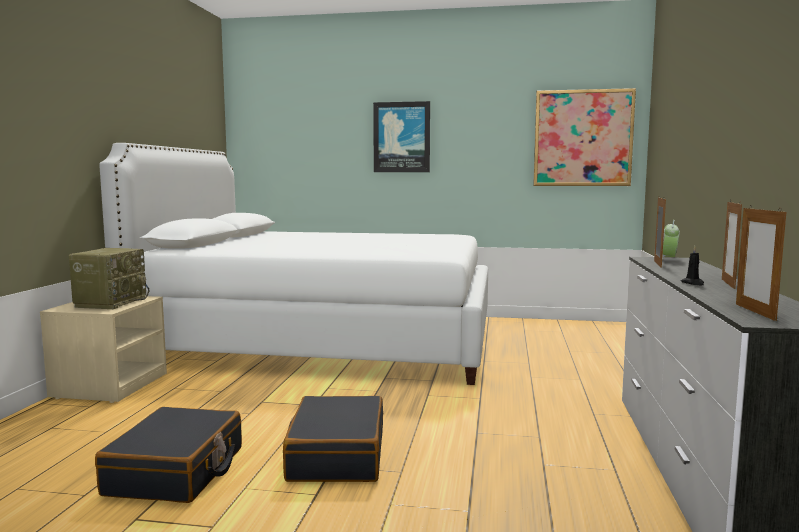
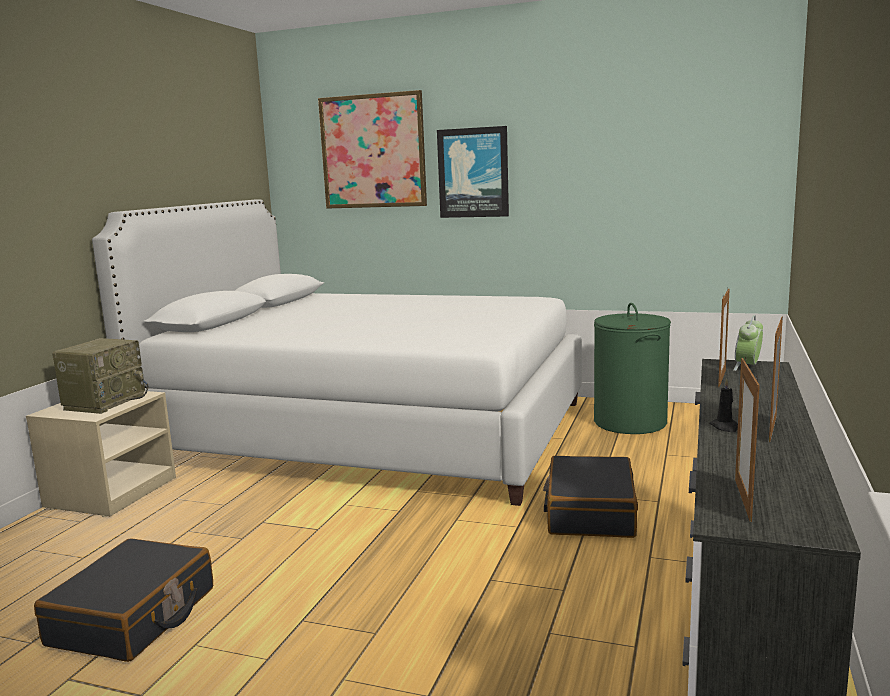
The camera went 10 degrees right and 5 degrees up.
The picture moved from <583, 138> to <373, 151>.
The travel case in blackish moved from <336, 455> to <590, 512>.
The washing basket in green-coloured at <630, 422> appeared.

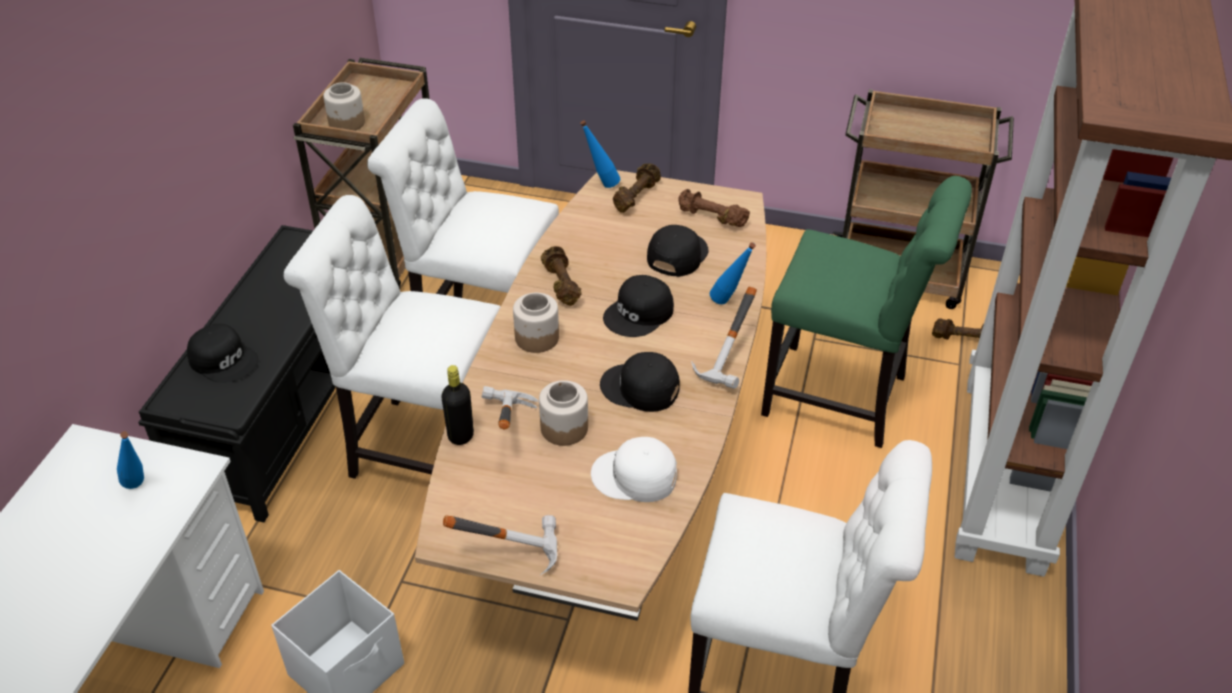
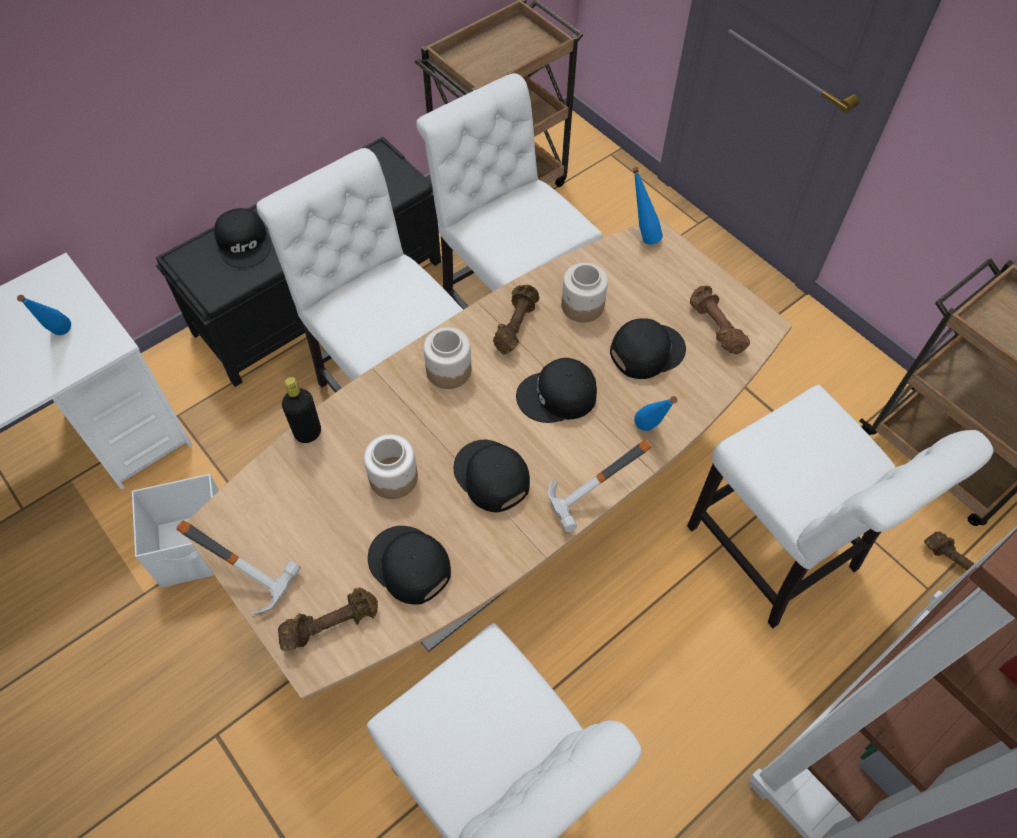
The camera went 35 degrees right and 15 degrees up.
The jar moved from <347, 123> to <582, 306>.
The free weight in brown moved from <635, 196> to <330, 624>.
The chair in green-coloured at <842, 398> became the chair in white-coloured at <778, 555>.
The tool hammer at <500, 429> disappeared.
The peaked cap in white-coloured at <635, 477> became the peaked cap in blackish at <408, 566>.

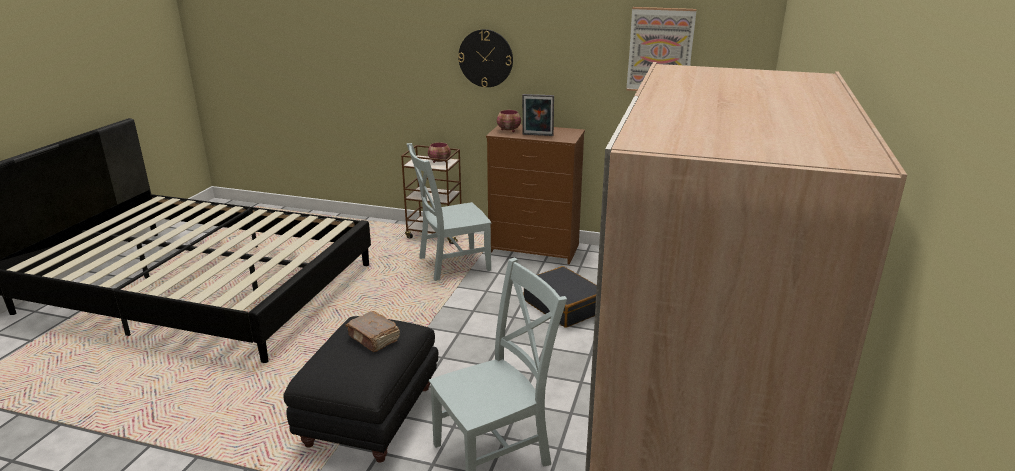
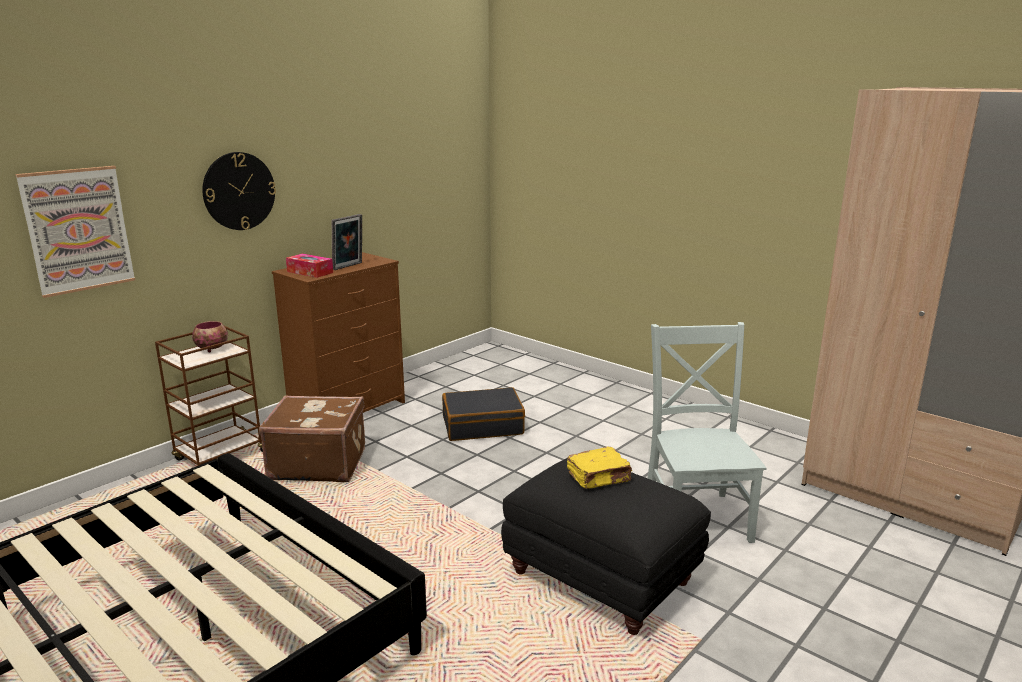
The camera went 65 degrees left and 5 degrees down.
The picture moved from <660, 50> to <78, 230>.
The bowl at <509, 130> was replaced by the box of tissues at <310, 272>.
The chair in gray at <451, 264> was replaced by the travel case in brown at <318, 463>.
The volume in brown at <374, 339> became the volume in yellow-coloured at <599, 478>.

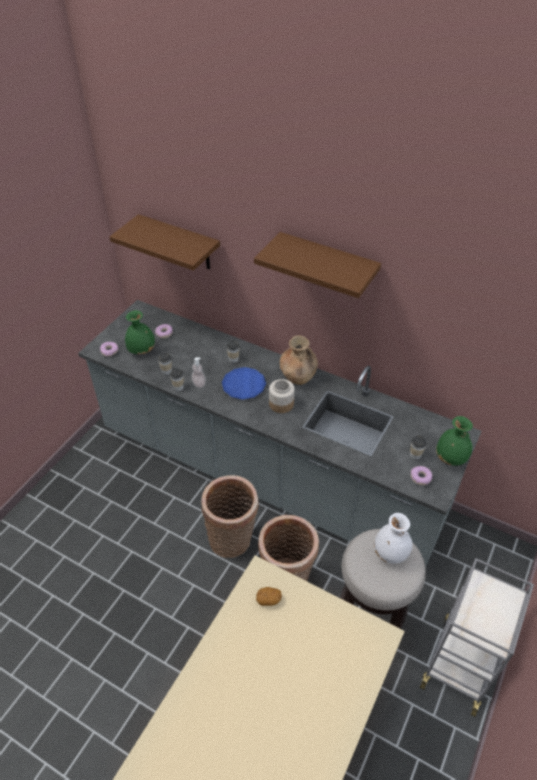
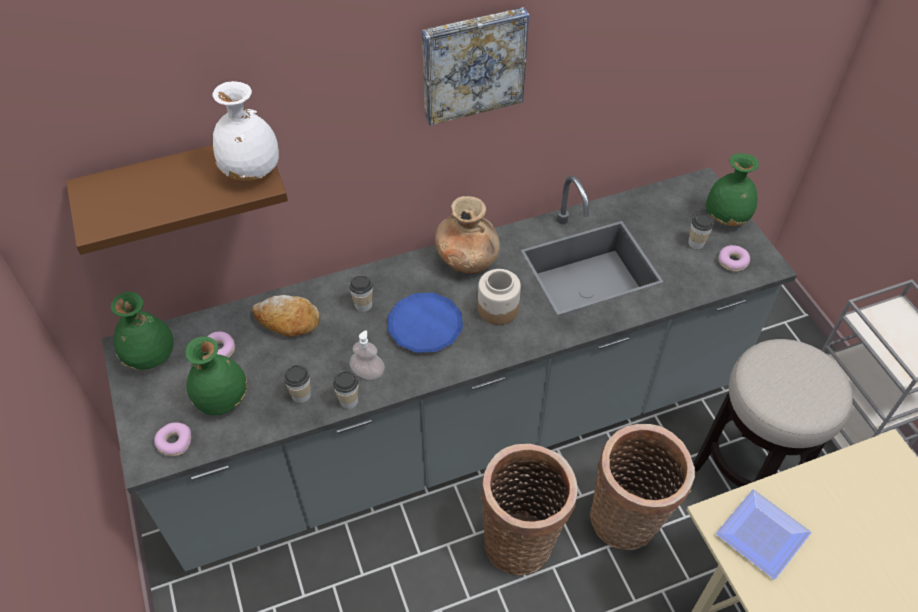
The camera went 50 degrees left and 5 degrees up.
The shelf in brown at <327, 264> was replaced by the picture at <472, 64>.
The decorative vase in white-coloured moved from <391, 553> to <252, 172>.
The potato at <269, 599> was replaced by the dinner plate at <765, 535>.
The decorative vase in green-coloured at <151, 357> appeared.
The bakery bread at <287, 321> appeared.

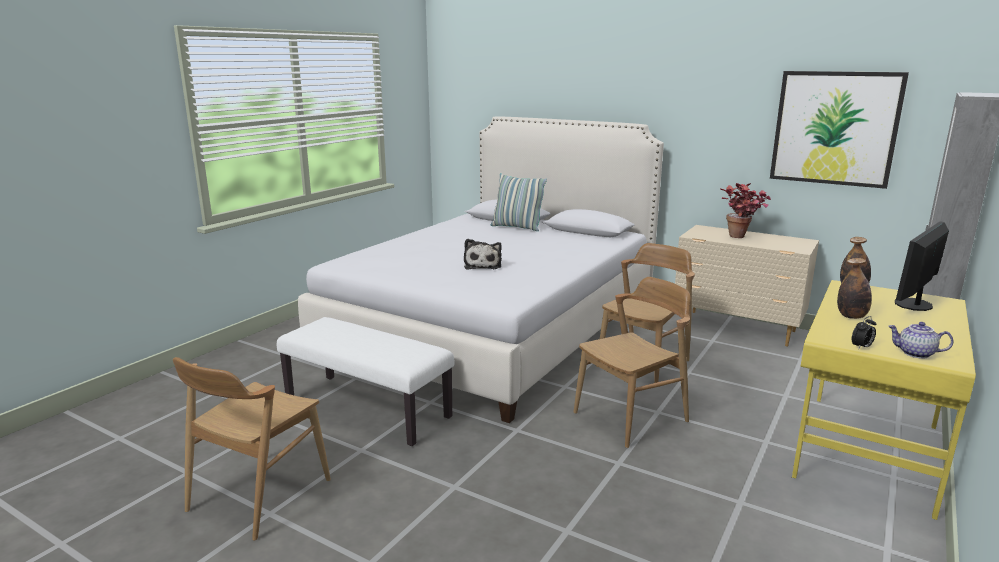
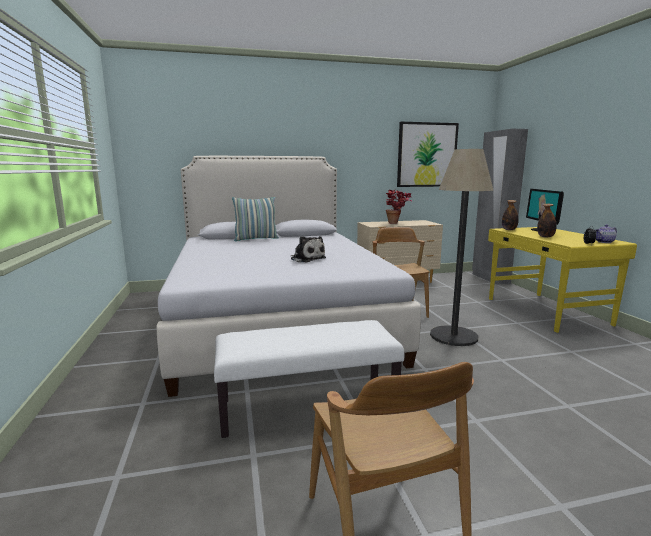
The camera went 45 degrees left and 5 degrees down.
The chair in brown at <631, 417> was replaced by the standard lamp at <454, 336>.

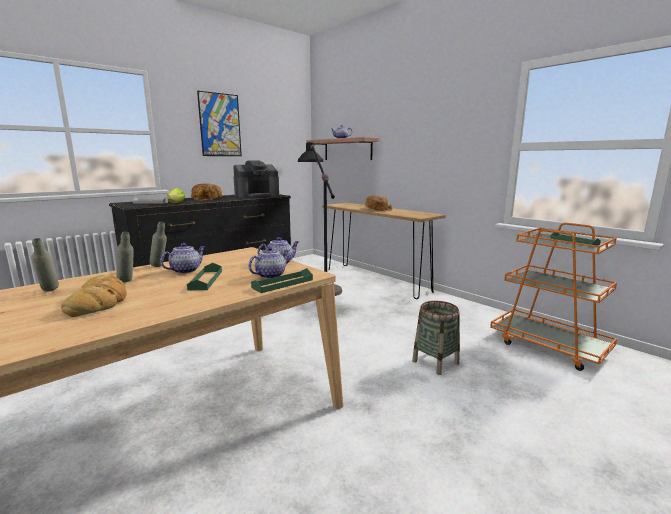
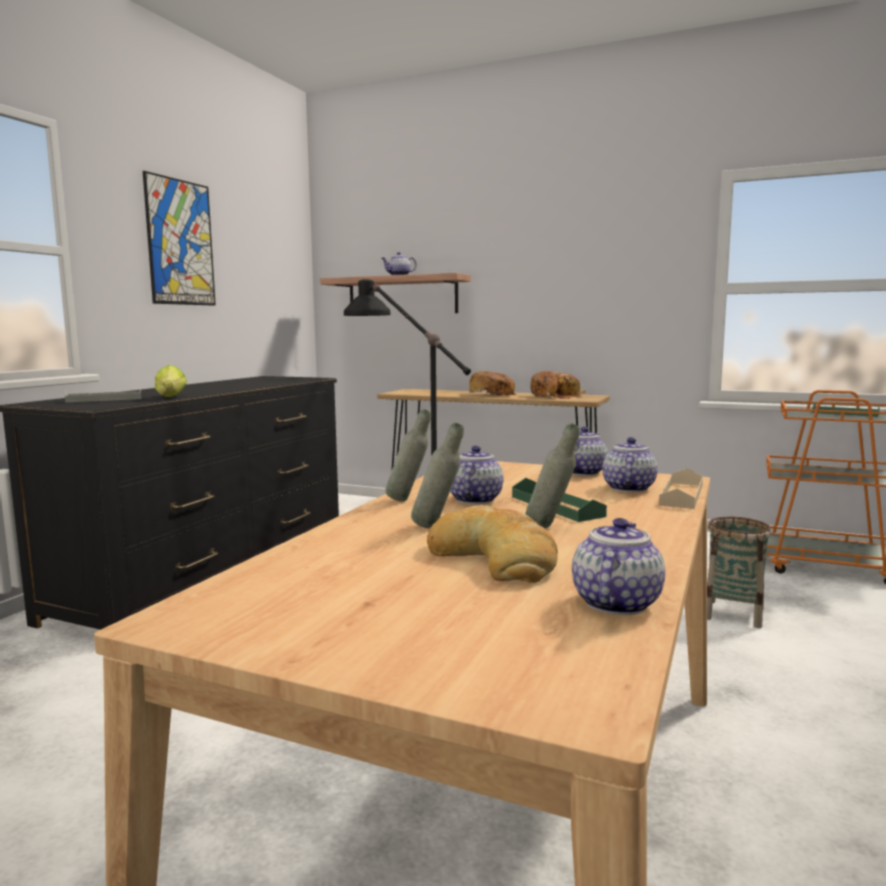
The camera went 25 degrees left and 5 degrees down.
The coffee machine at <257, 195> disappeared.
The bakery bread moved from <207, 199> to <556, 396>.
The drink bottle in gray moved from <49, 292> to <551, 528>.
The serving tray in green-coloured at <283, 284> became the serving tray in sand-coloured at <681, 495>.
The teapot at <615, 602> appeared.

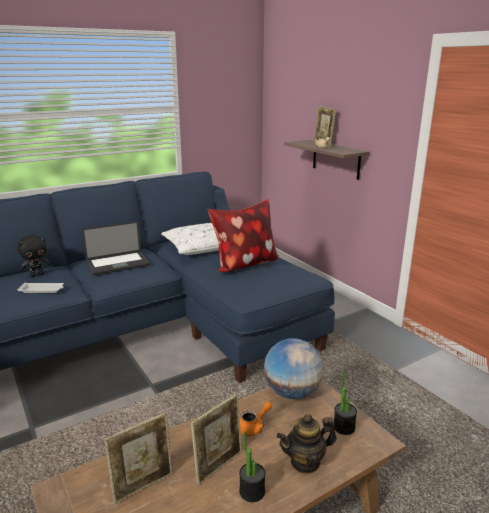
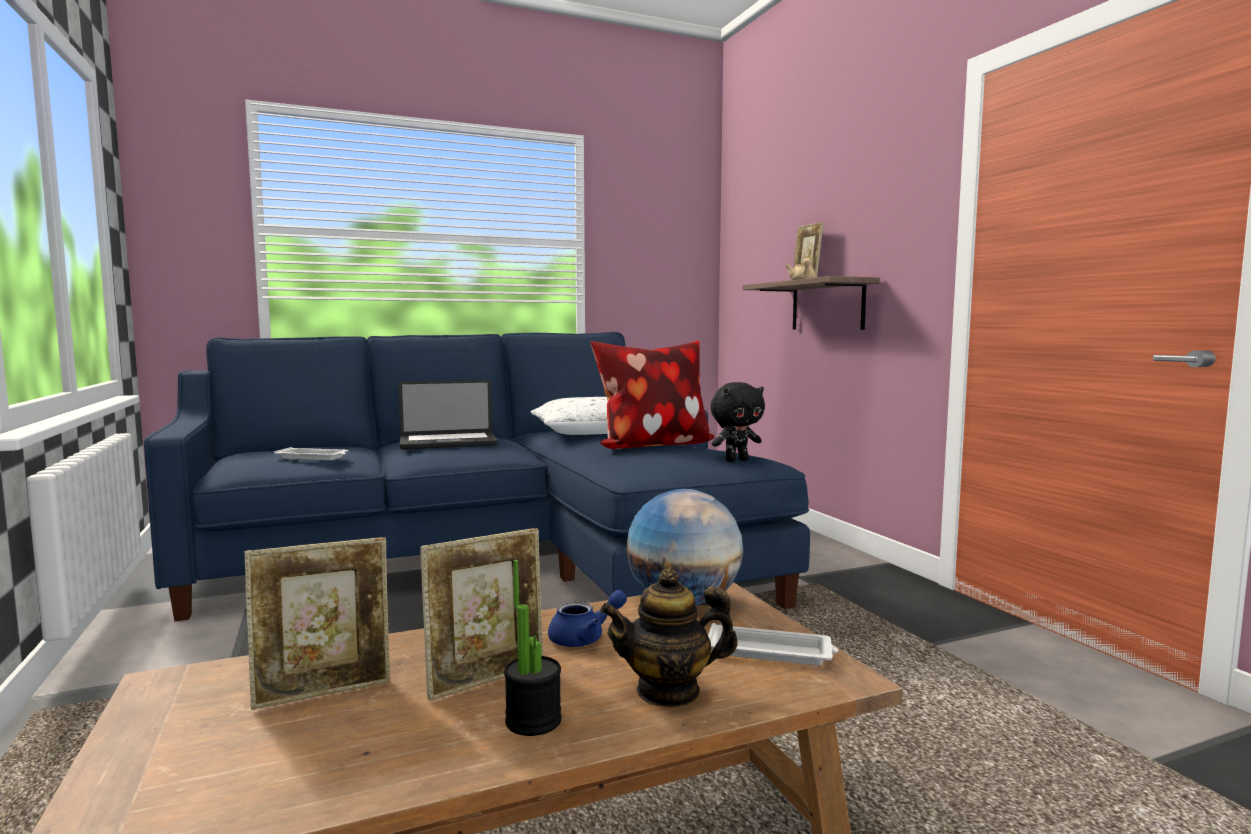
The camera went 10 degrees right and 15 degrees down.
The plush toy in blackish moved from <37, 275> to <736, 460>.
The potted plant at <344, 427> was replaced by the serving tray in white-coloured at <771, 652>.
The teapot in orange-coloured at <253, 427> became the teapot in bluish at <584, 638>.

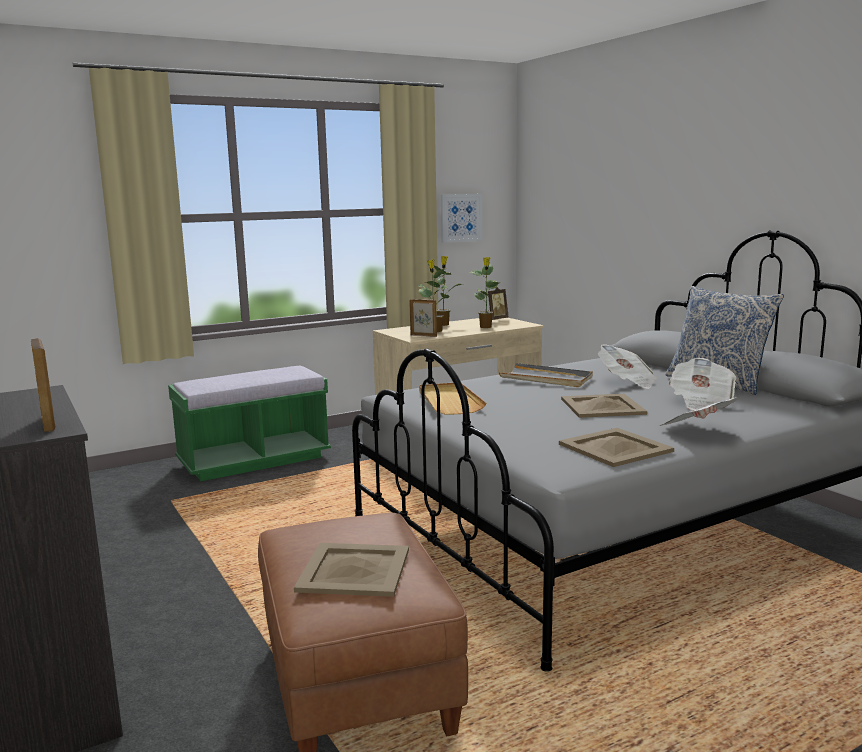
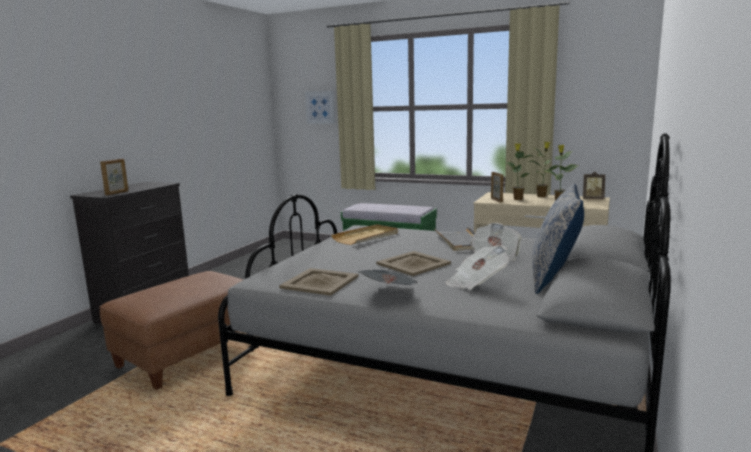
The camera went 55 degrees right and 0 degrees up.
The picture moved from <460, 218> to <320, 107>.
The serving tray in sand-coloured at <353, 570> disappeared.

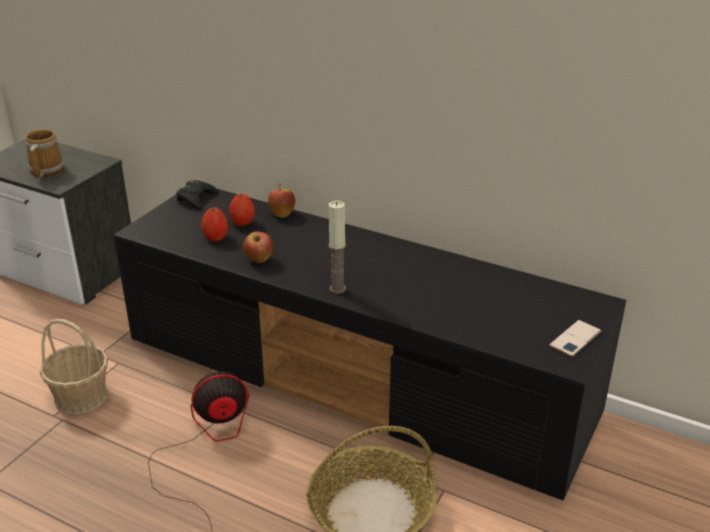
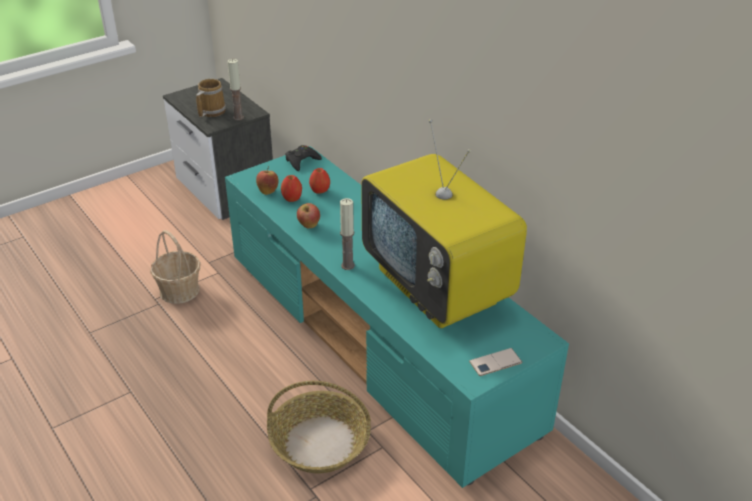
The camera went 25 degrees right and 5 degrees up.
The apple fruit moved from <282, 213> to <268, 191>.
The tv stand in blackish at <358, 380> became the tv stand in blue-green at <378, 340>.
The fan at <206, 445> disappeared.
The wax candle at <238, 117> appeared.
The TV at <439, 287> appeared.

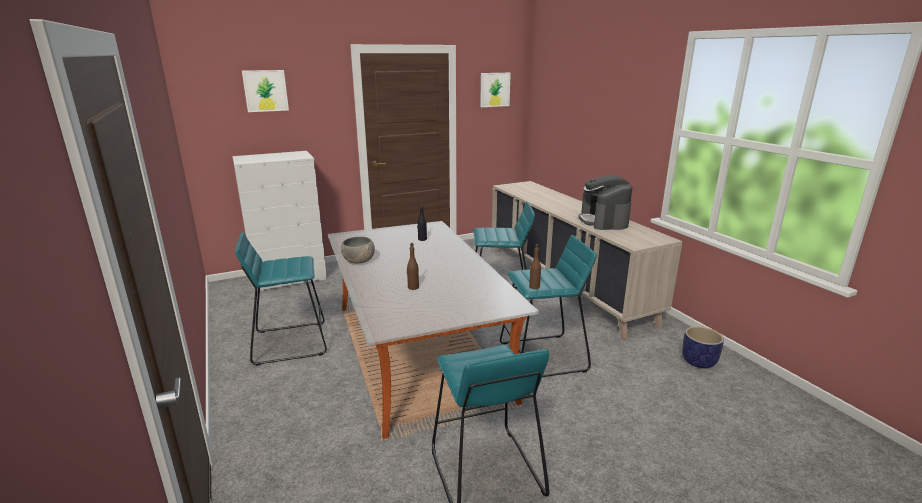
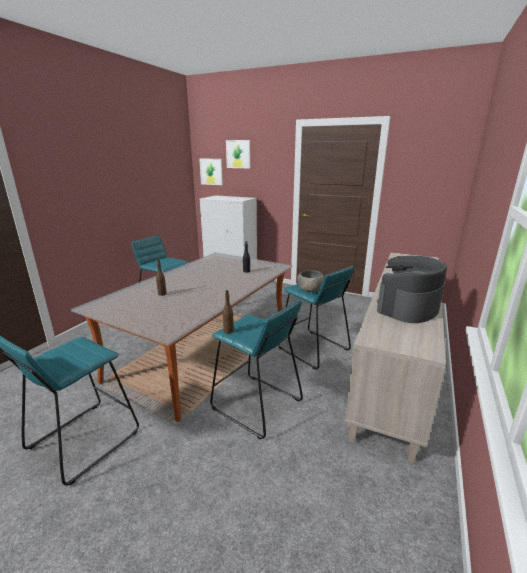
The camera went 50 degrees right and 0 degrees up.
The picture moved from <494, 89> to <211, 171>.
The bowl in gray moved from <359, 260> to <310, 289>.
The flower pot at <699, 362> disappeared.

